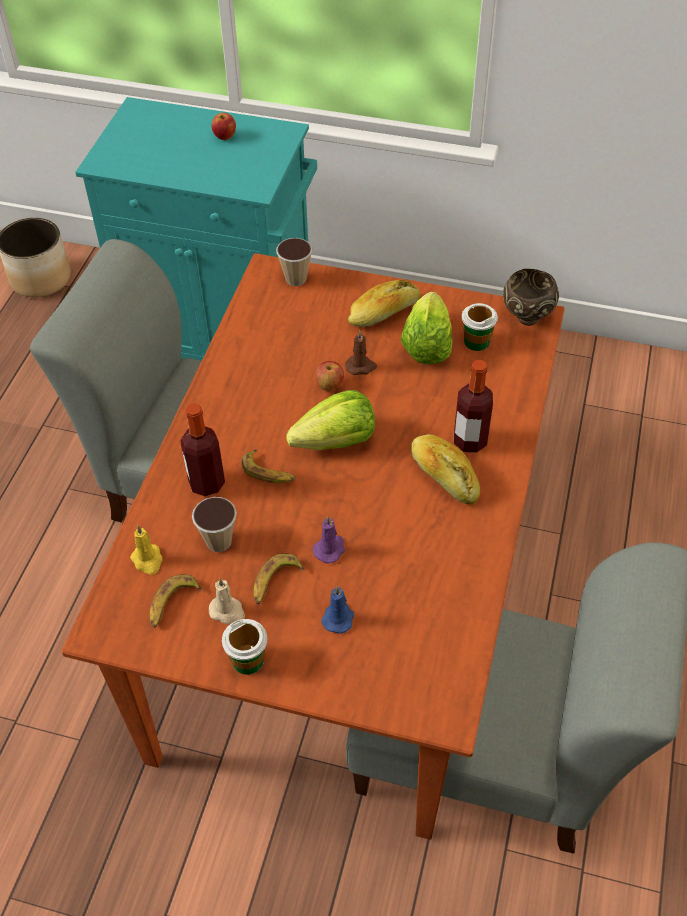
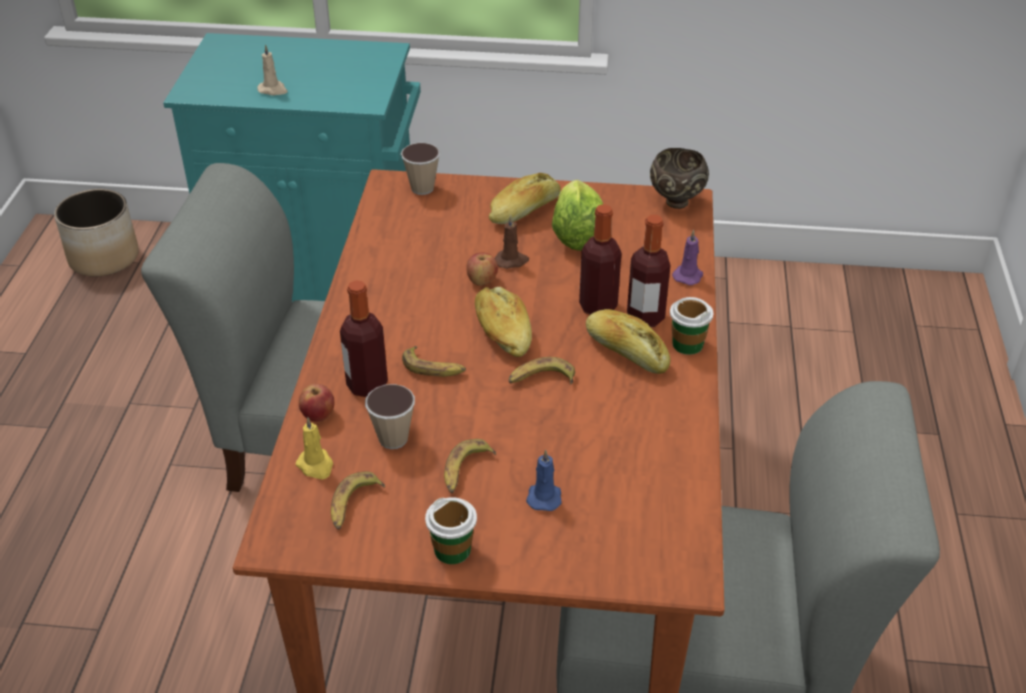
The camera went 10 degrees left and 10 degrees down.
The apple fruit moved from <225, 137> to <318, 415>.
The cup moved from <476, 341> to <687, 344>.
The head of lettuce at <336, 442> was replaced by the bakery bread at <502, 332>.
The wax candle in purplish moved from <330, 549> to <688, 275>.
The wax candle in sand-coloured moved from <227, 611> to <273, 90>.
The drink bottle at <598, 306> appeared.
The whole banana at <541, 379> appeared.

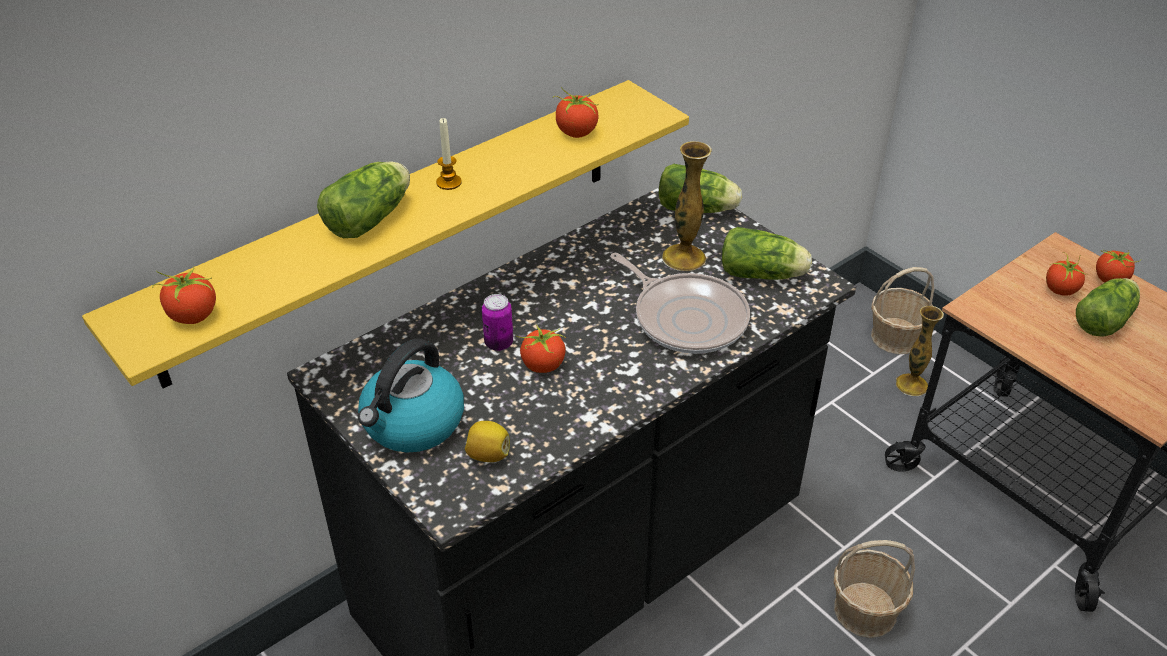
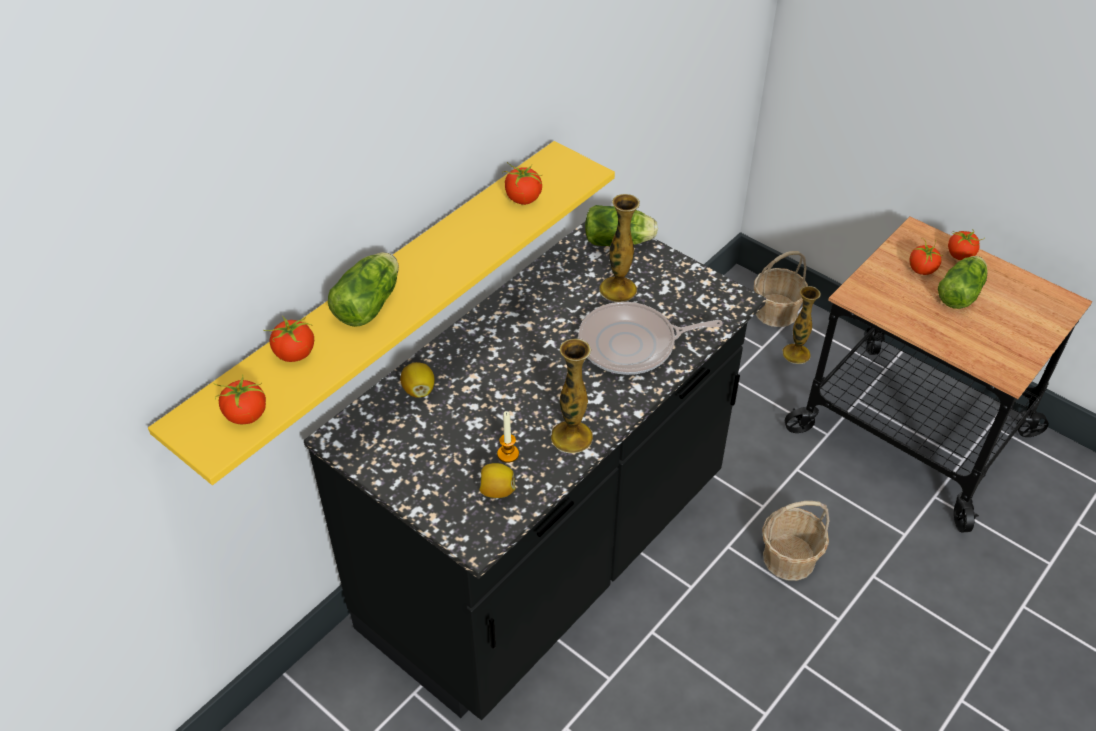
The camera went 10 degrees left and 5 degrees up.
The wax candle moved from <449, 182> to <508, 454>.
The head of lettuce at <764, 274> disappeared.
The frying pan at <686, 317> turned 135 degrees clockwise.
The can at <499, 343> disappeared.
The fresh tomato moved from <542, 365> to <294, 354>.
The kettle at <412, 424> disappeared.
The decorative vase at <572, 437> appeared.
The whole lemon at <419, 390> appeared.

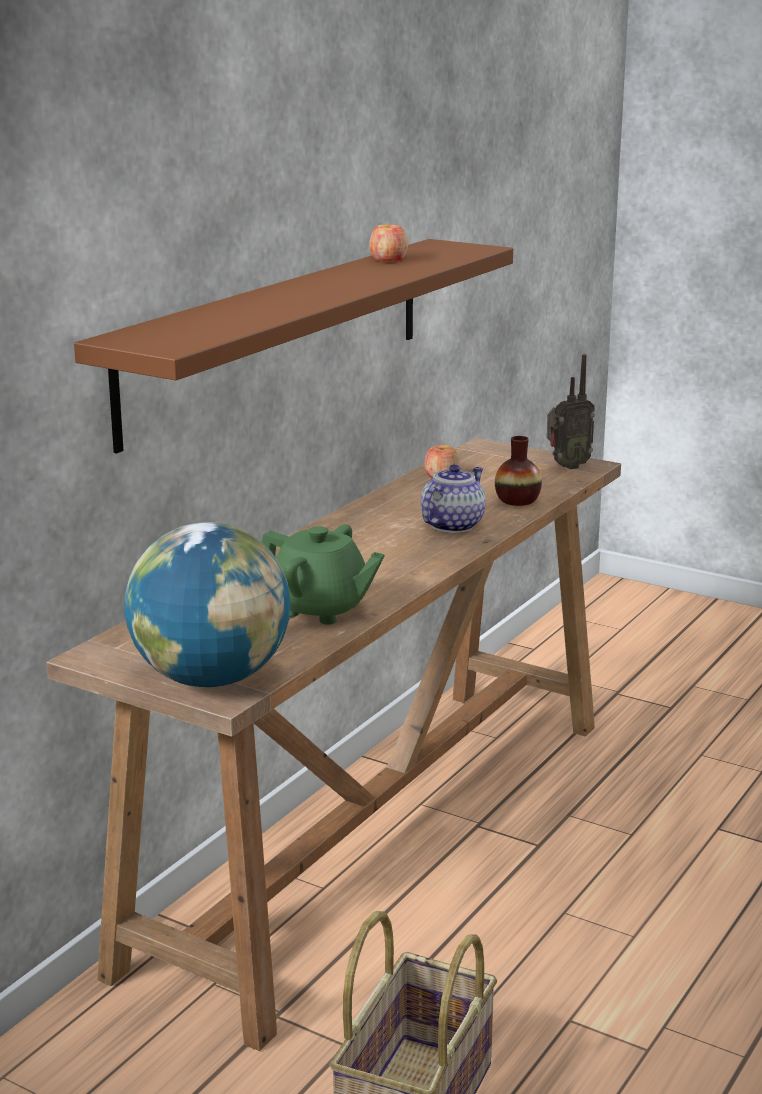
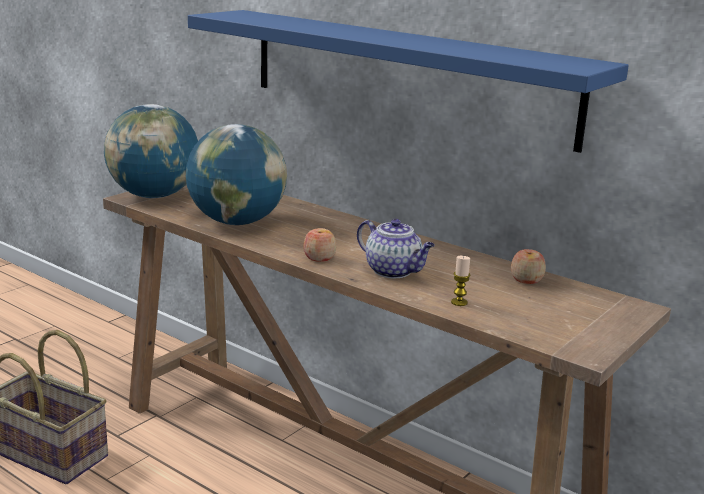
The camera went 95 degrees right and 0 degrees up.
The apple fruit moved from <388, 260> to <319, 258>.
The shelf in brown at <279, 335> became the shelf in bluish at <405, 74>.
The radio receiver at <566, 466> disappeared.
The decorative vase at <517, 500> was replaced by the wax candle at <459, 302>.
The teapot in green-coloured at <320, 609> was replaced by the desk globe at <237, 222>.

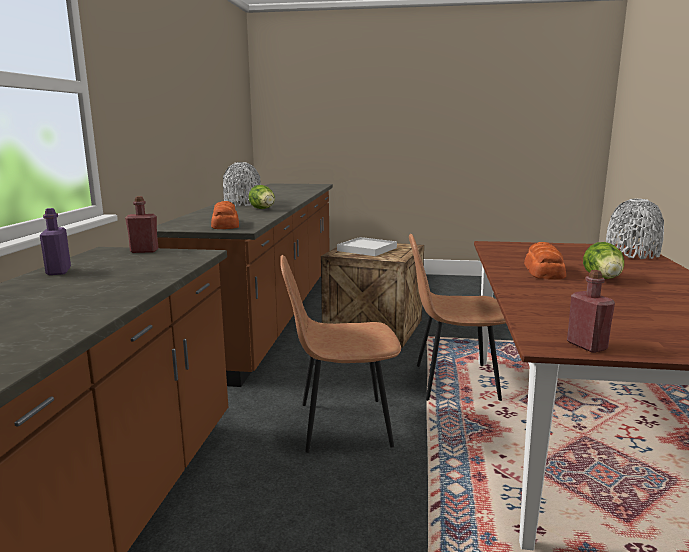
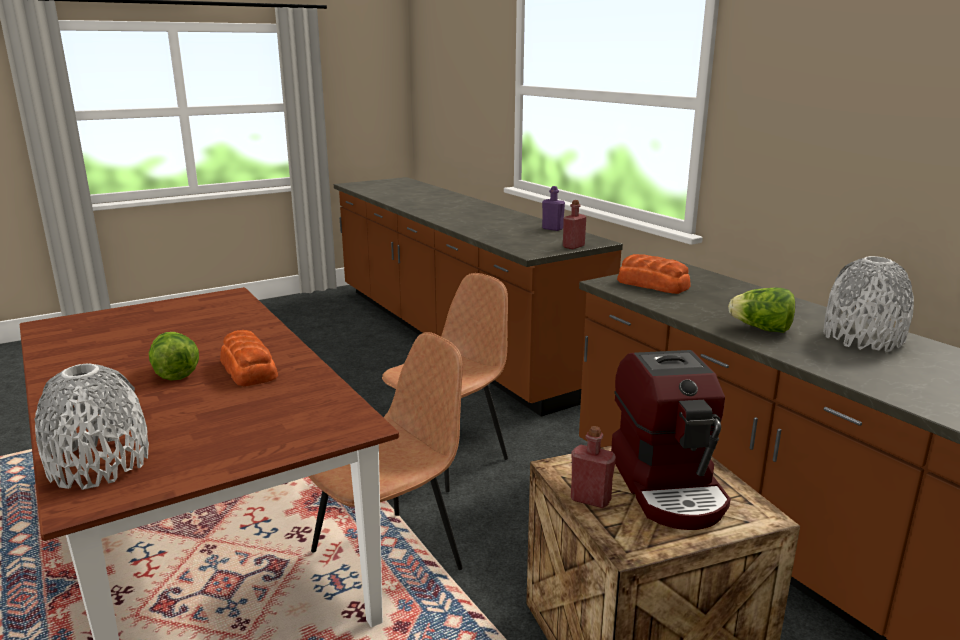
The camera went 140 degrees right and 5 degrees up.
The serving tray in white-coloured at <367, 249> was replaced by the coffee machine at <669, 486>.
The drink bottle in reddish moved from <586, 346> to <590, 499>.

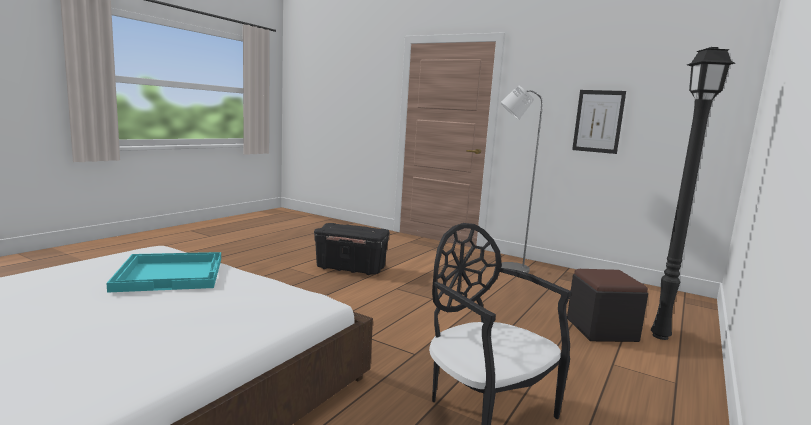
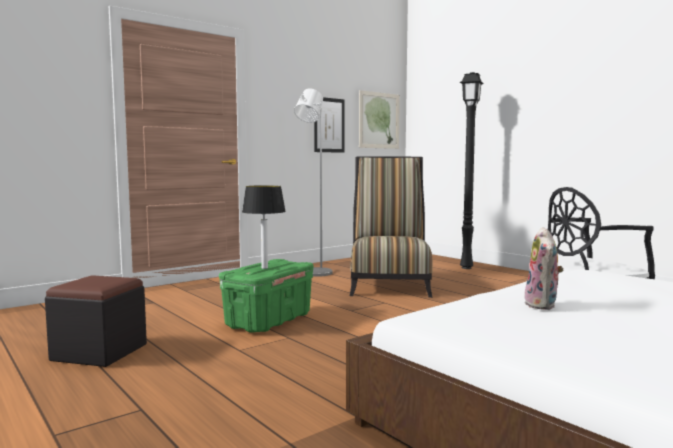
The camera went 70 degrees left and 5 degrees down.
The storage box in blackish at <351, 268> became the storage box in green-coloured at <269, 321>.
The serving tray in blue-green at <171, 273> was replaced by the plush toy at <543, 305>.
The footrest in blackish moved from <601, 330> to <99, 352>.
The picture at <379, 120> appeared.
The chair at <389, 284> appeared.
The table lamp at <264, 268> appeared.

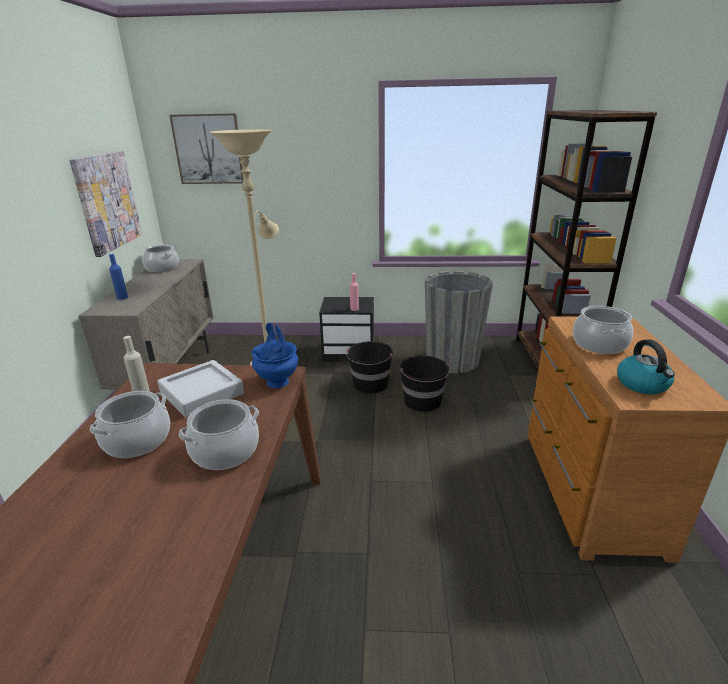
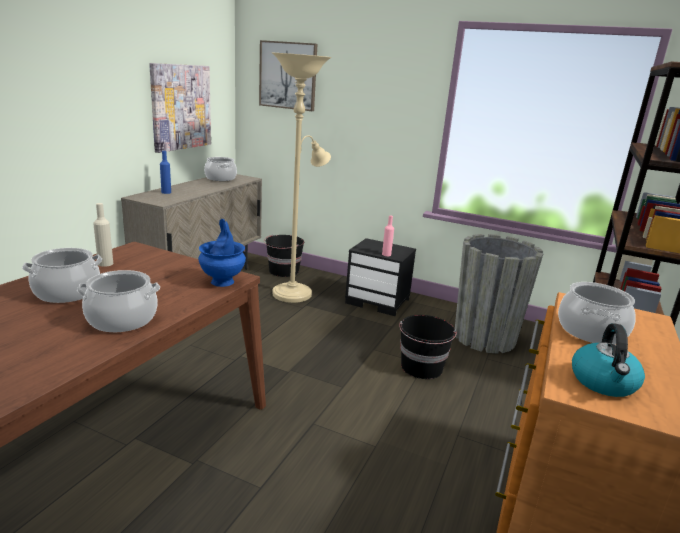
The camera went 20 degrees right and 5 degrees down.
The bucket in blackish moved from <370, 385> to <283, 271>.
The serving tray in gray at <202, 393> disappeared.

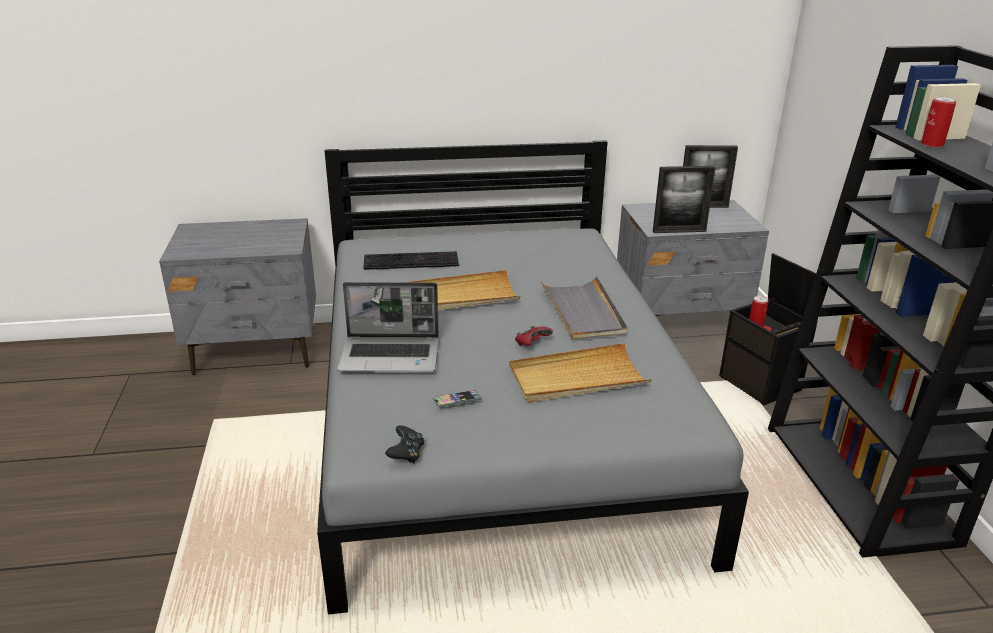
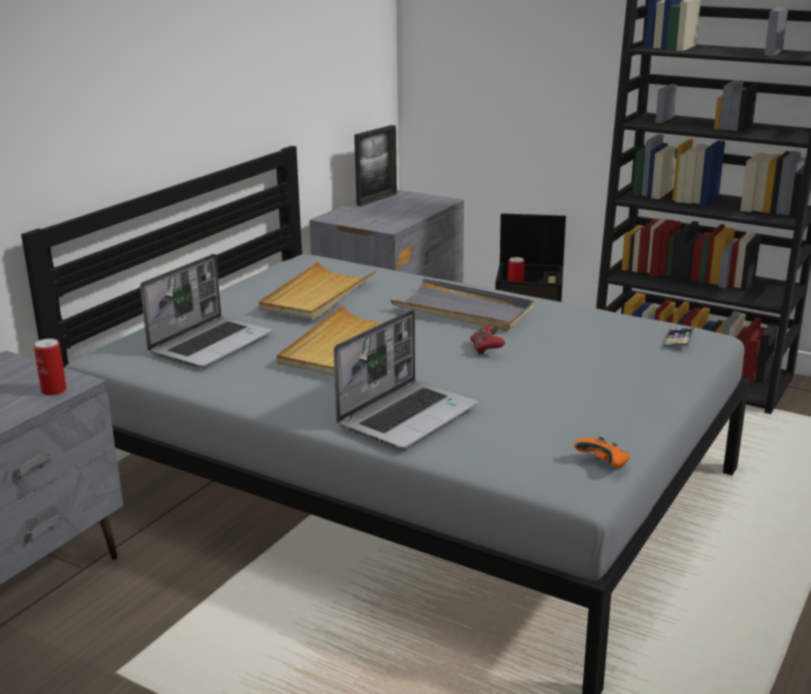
The camera went 50 degrees left and 5 degrees down.
The can moved from <932, 144> to <54, 390>.
The picture frame at <679, 231> disappeared.
The computer keyboard at <412, 261> was replaced by the laptop at <211, 343>.
The serving tray in sand-coloured moved from <577, 378> to <317, 295>.
The phone moved from <457, 401> to <678, 340>.
The joypad in blackish at <406, 454> became the joypad in orange-coloured at <604, 464>.

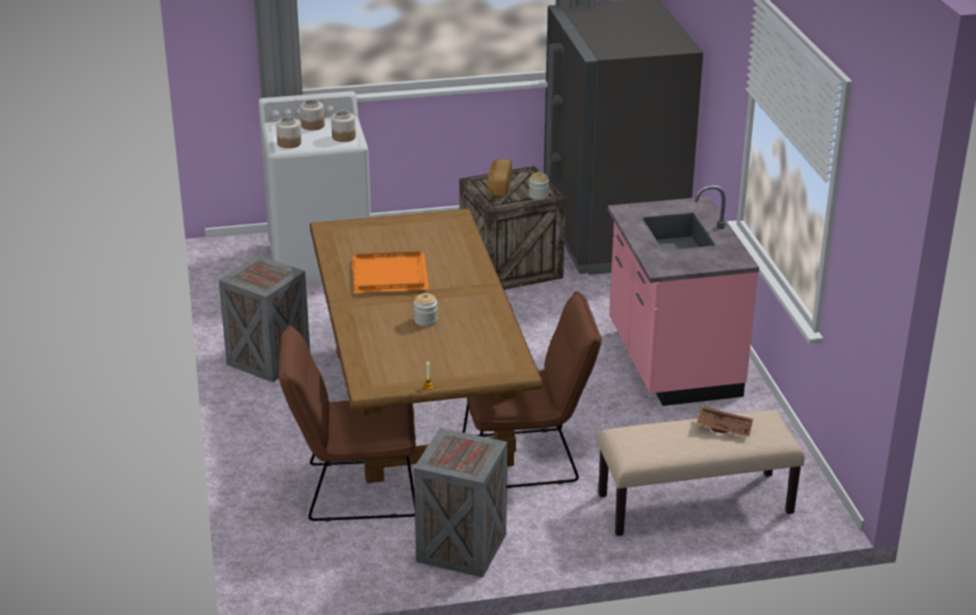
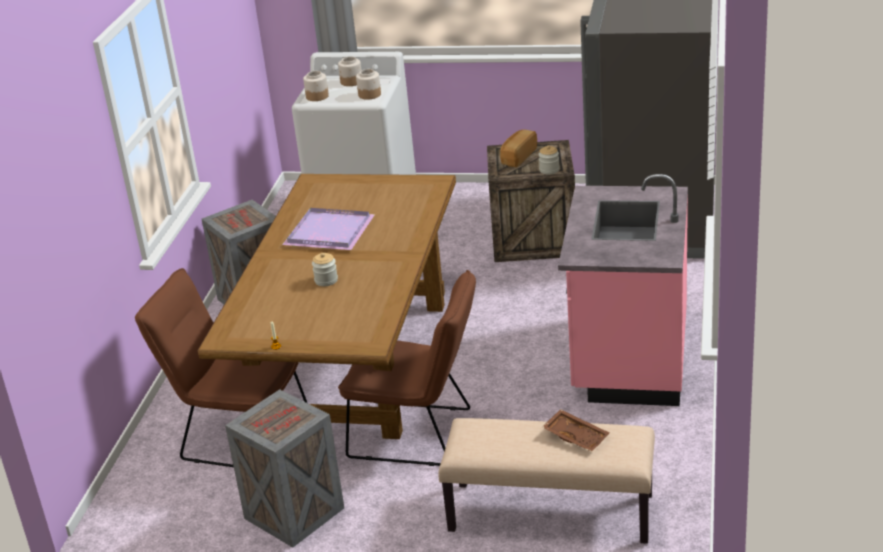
The camera went 25 degrees right and 0 degrees up.
The serving tray in orange-coloured at <391, 275> became the serving tray in purplish at <331, 231>.

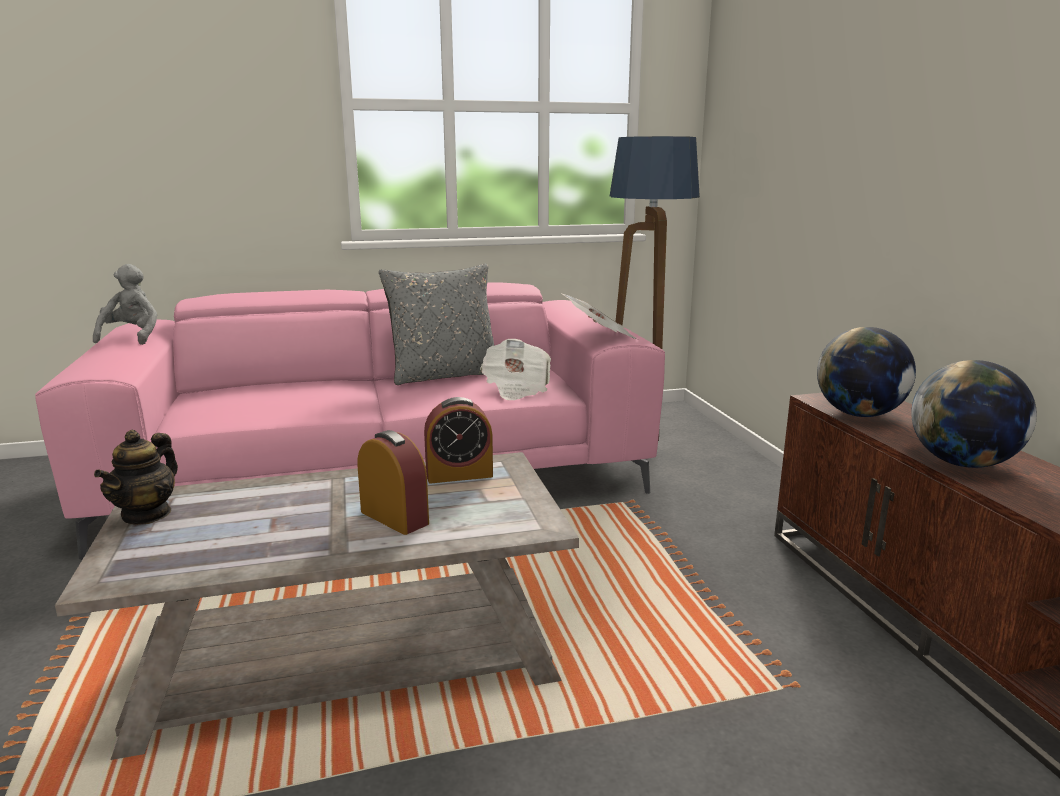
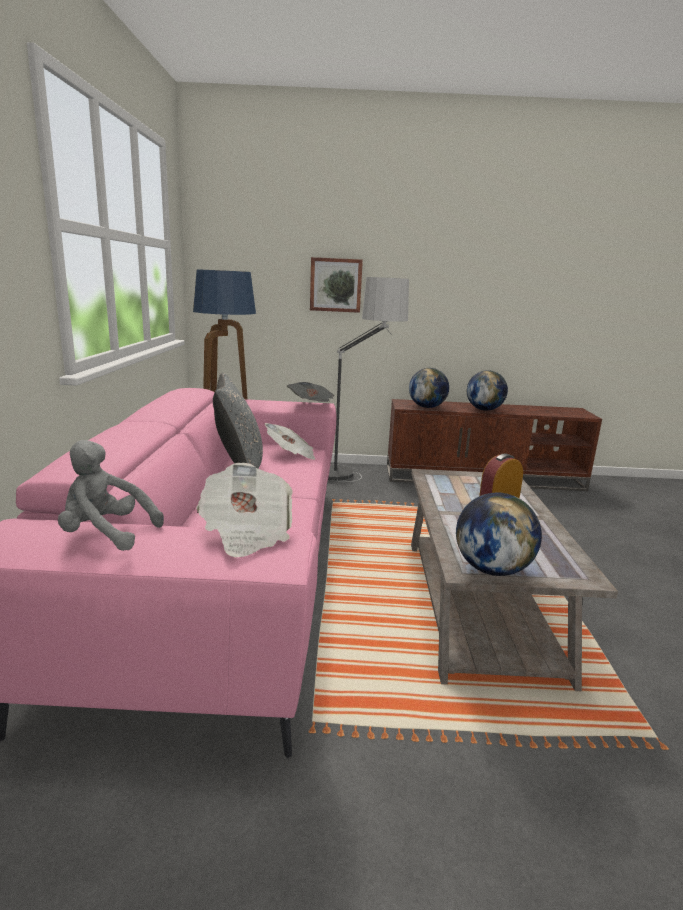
The camera went 75 degrees left and 0 degrees up.
The table clock at <459, 474> disappeared.
The teapot at <147, 514> was replaced by the desk globe at <492, 569>.
The picture at <336, 285> appeared.
The standard lamp at <353, 485> appeared.
The newspaper at <246, 533> appeared.

